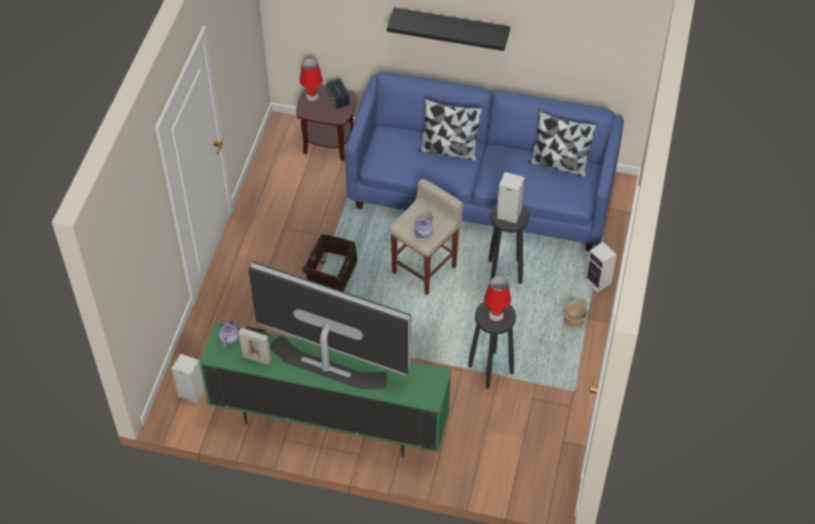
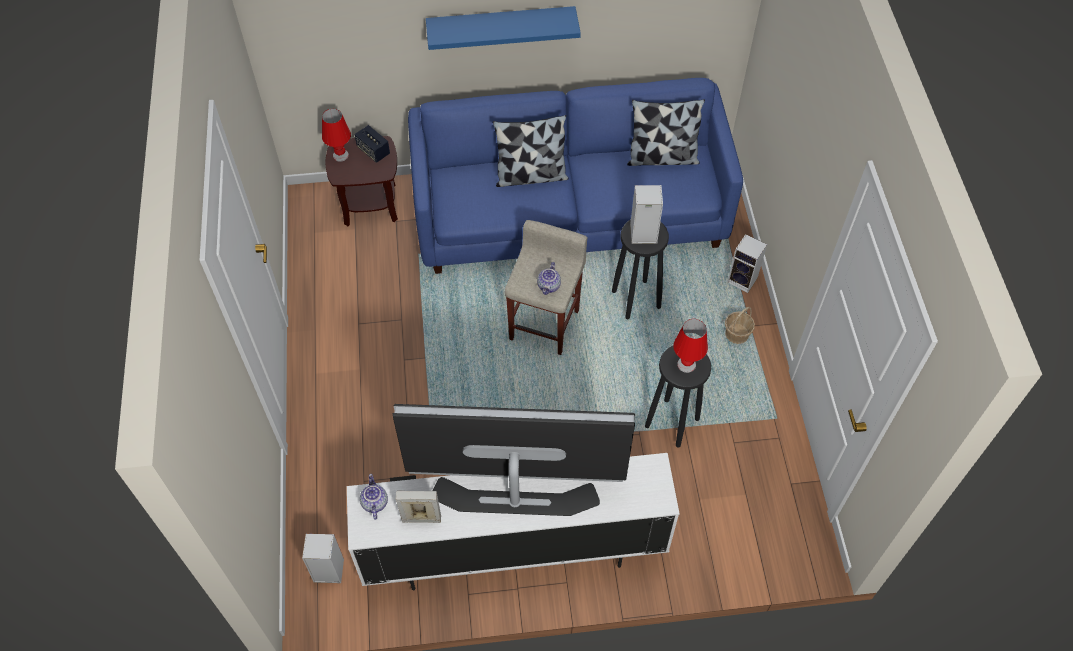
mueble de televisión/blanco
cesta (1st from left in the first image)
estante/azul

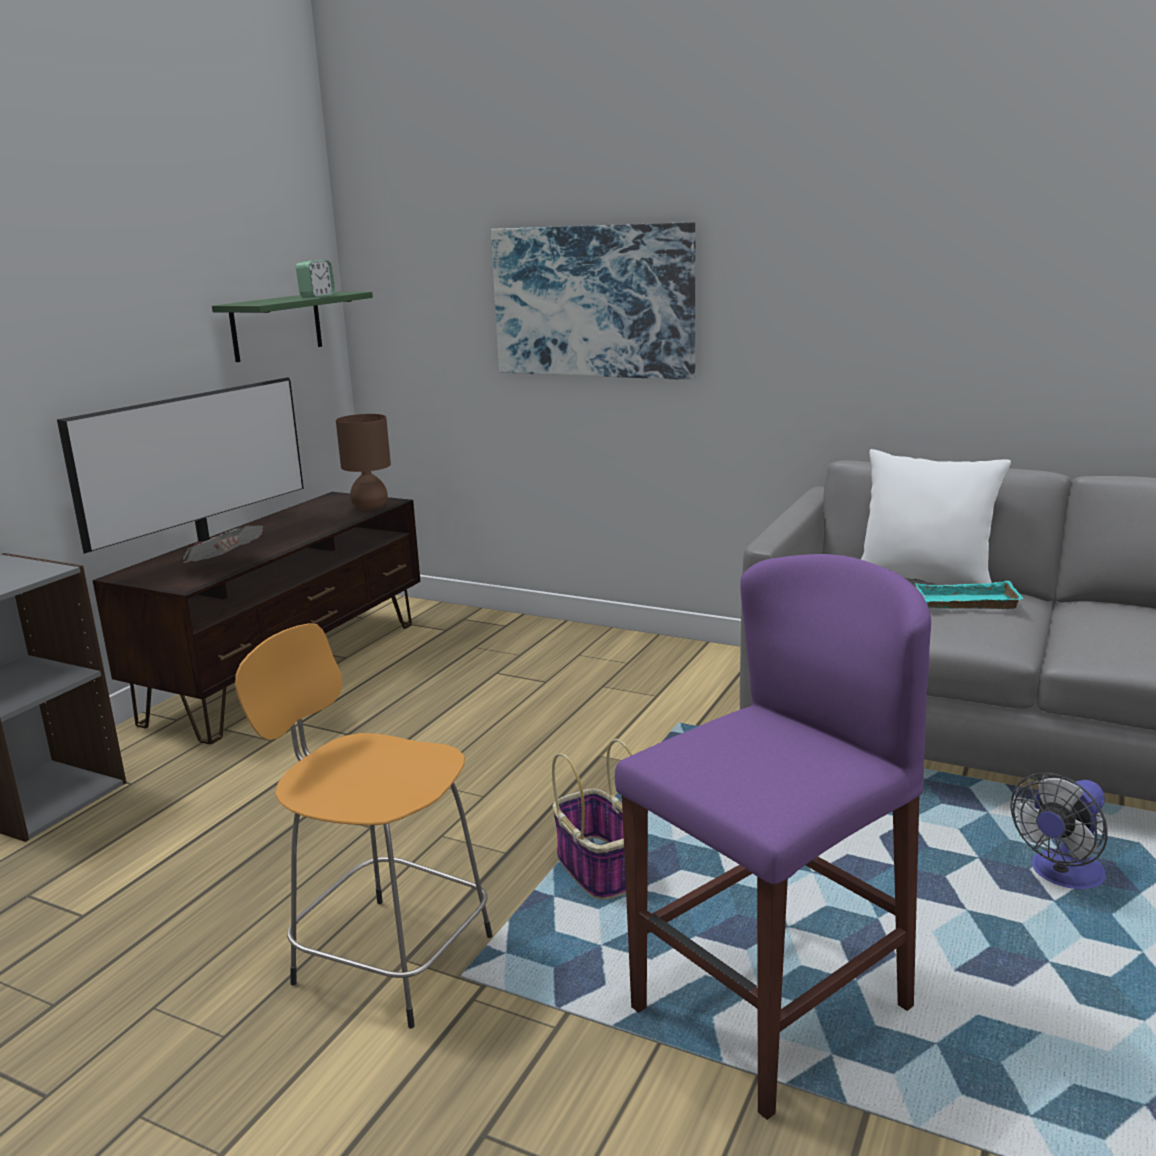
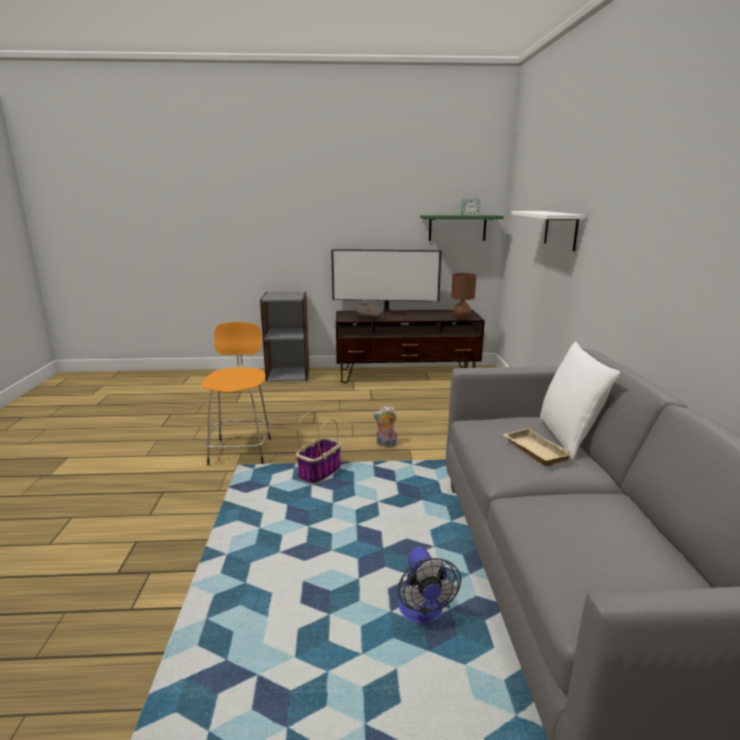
estante/blanco
taburete/morado
bandeja/beis
ventilador
peluche

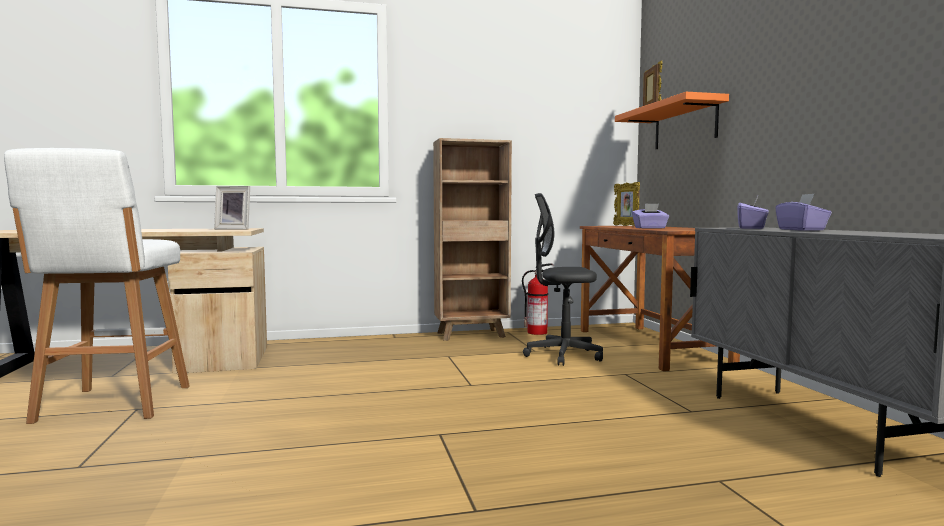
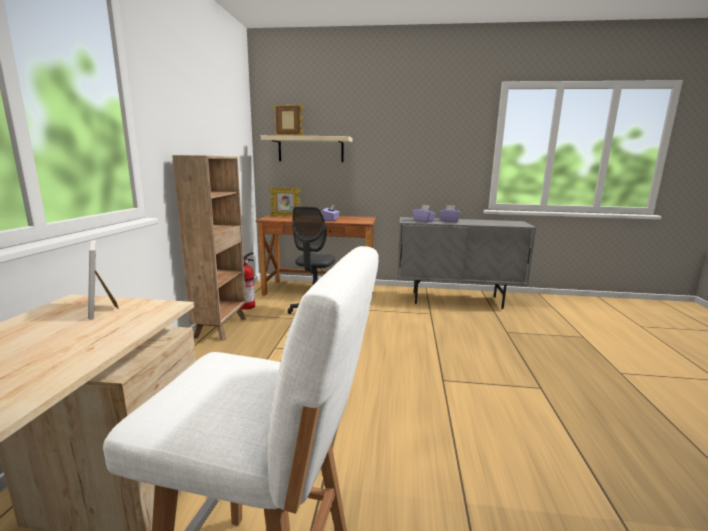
portarretratos (1st from left)
estante/beis

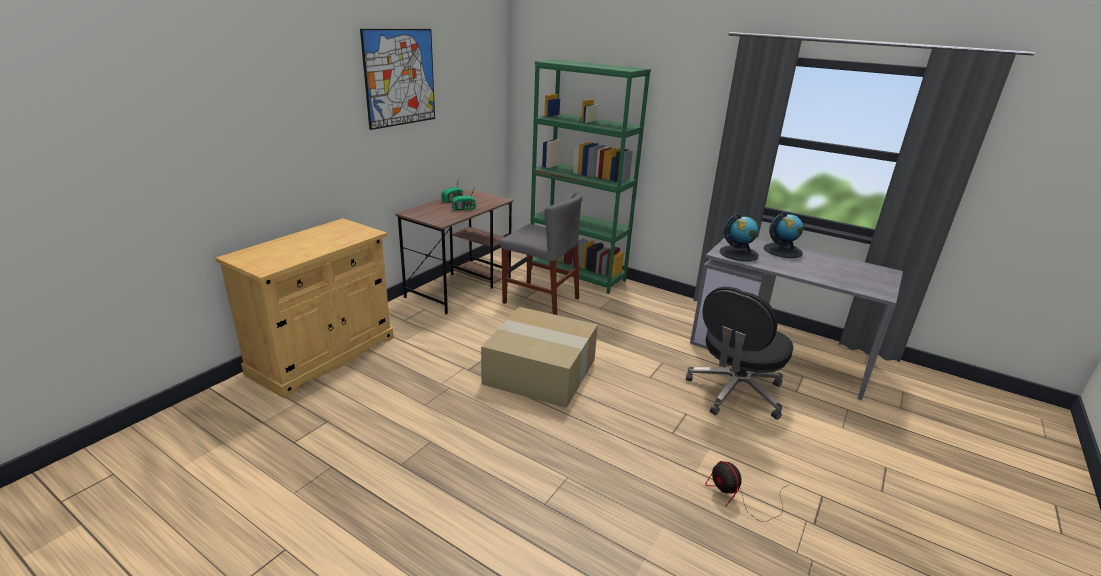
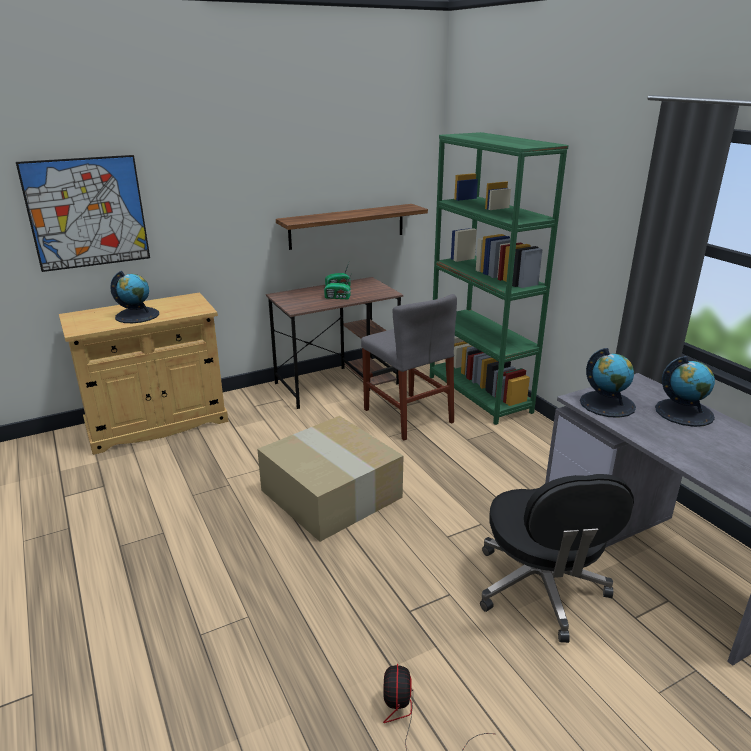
cuadro
silla de oficina/negro
globo terráqueo (1st from left)
estante

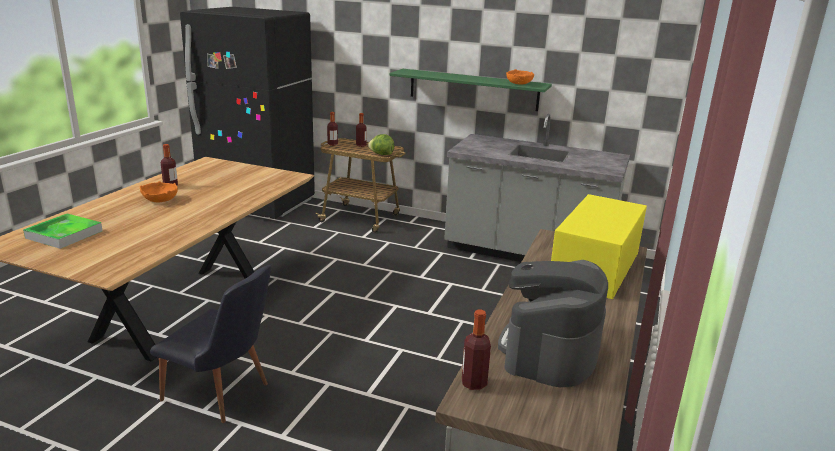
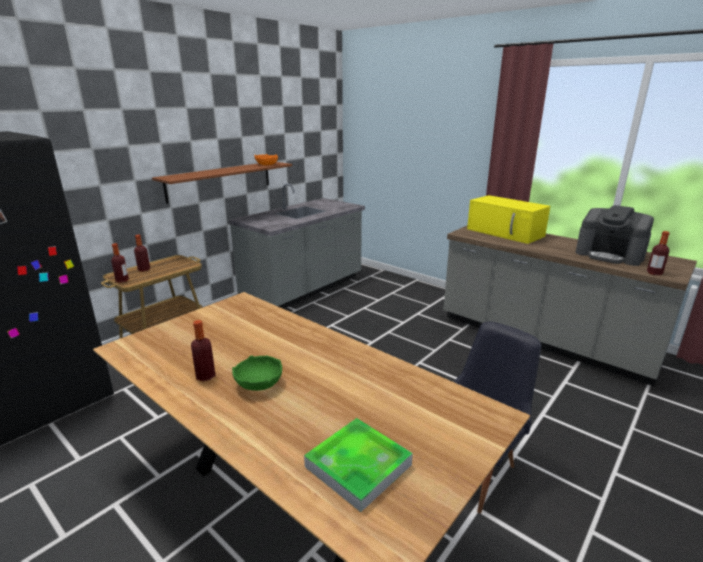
cuenco/verde
lechuga
estante/marrón

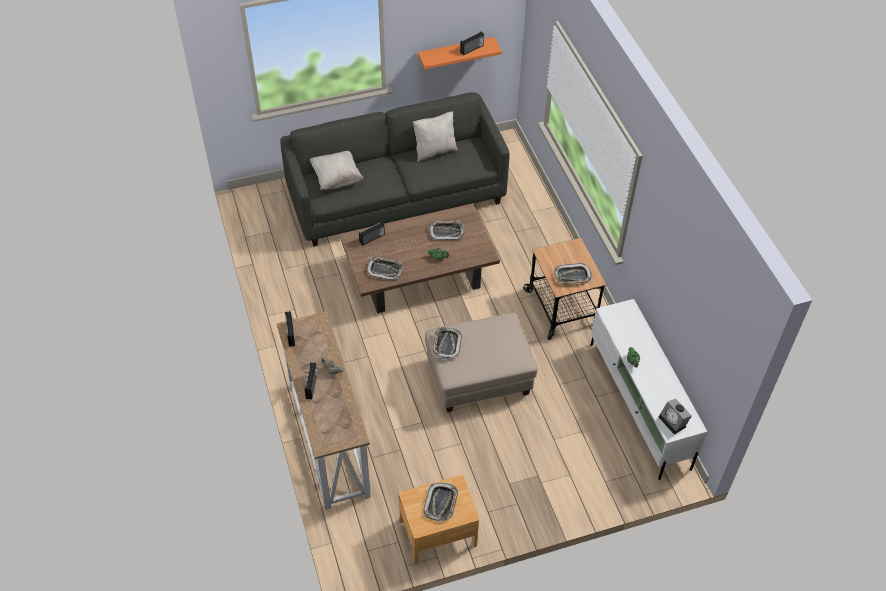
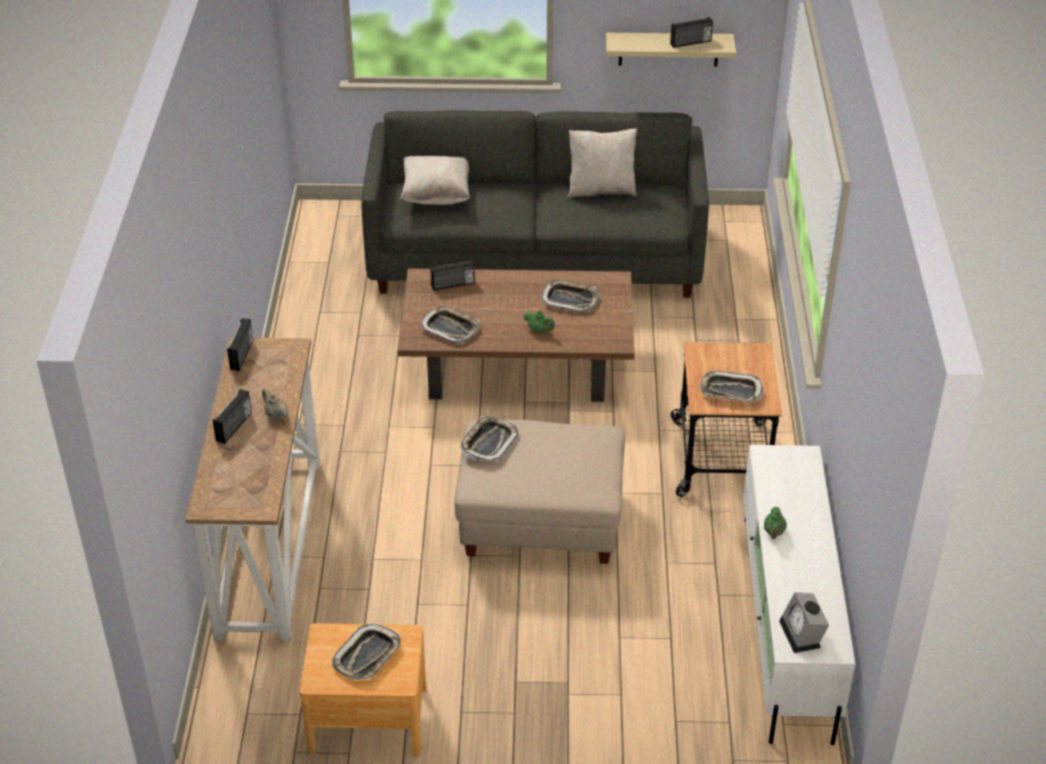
estante/beis

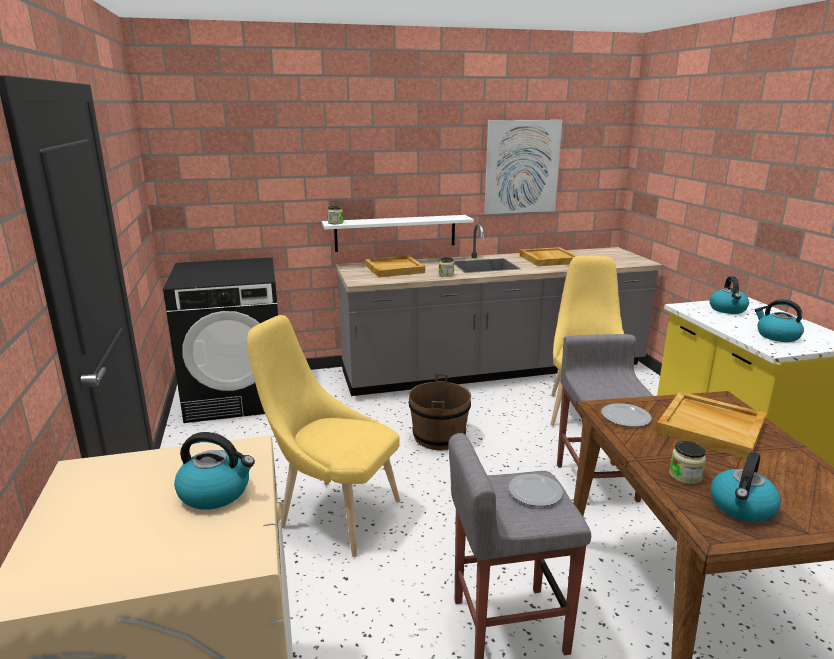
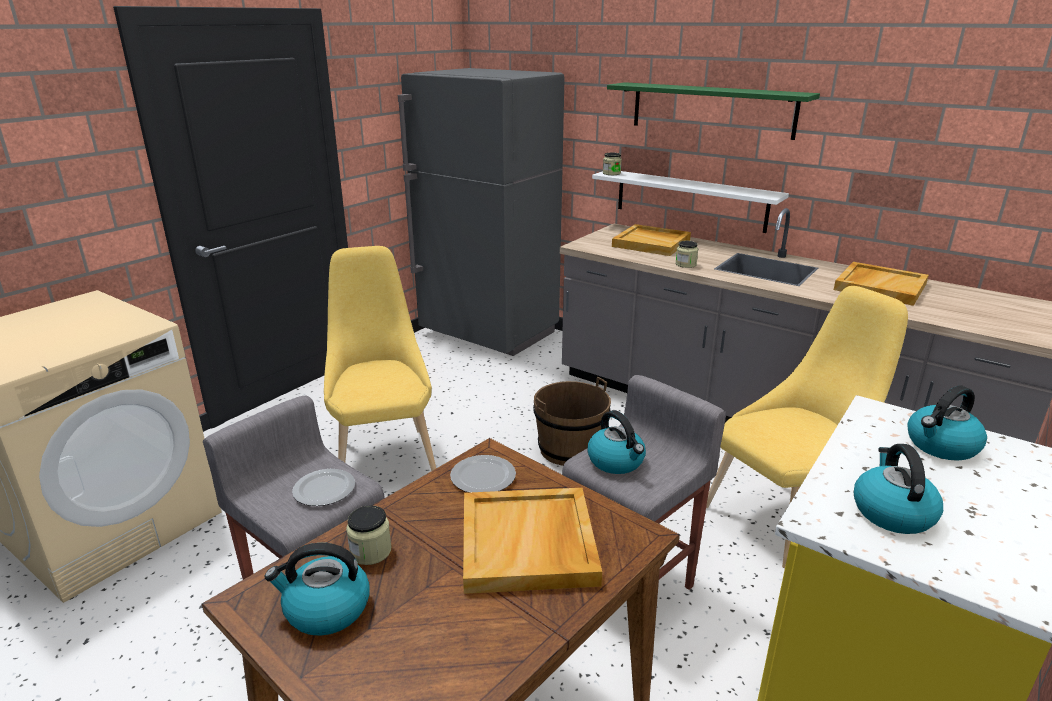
nevera/gris
hervidor (2nd from left)
cuadro
estante/verde

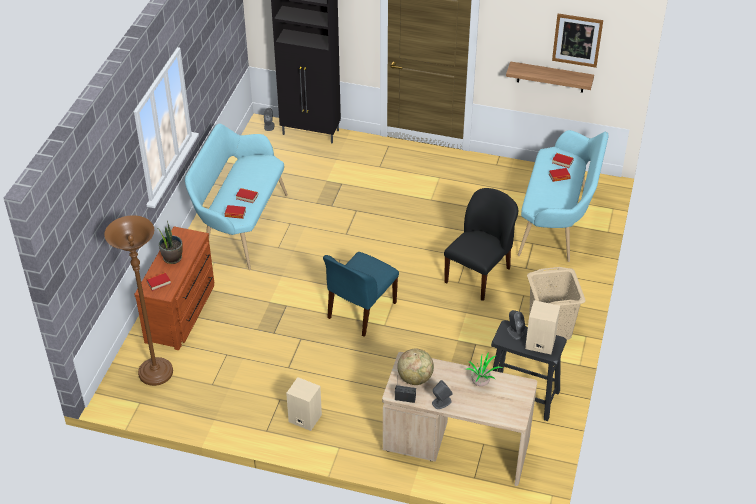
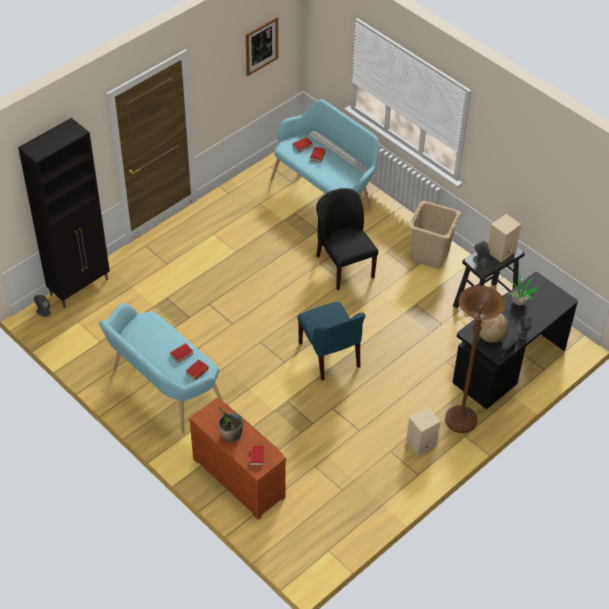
lámpara de pie/marrón
escritorio/negro
estante

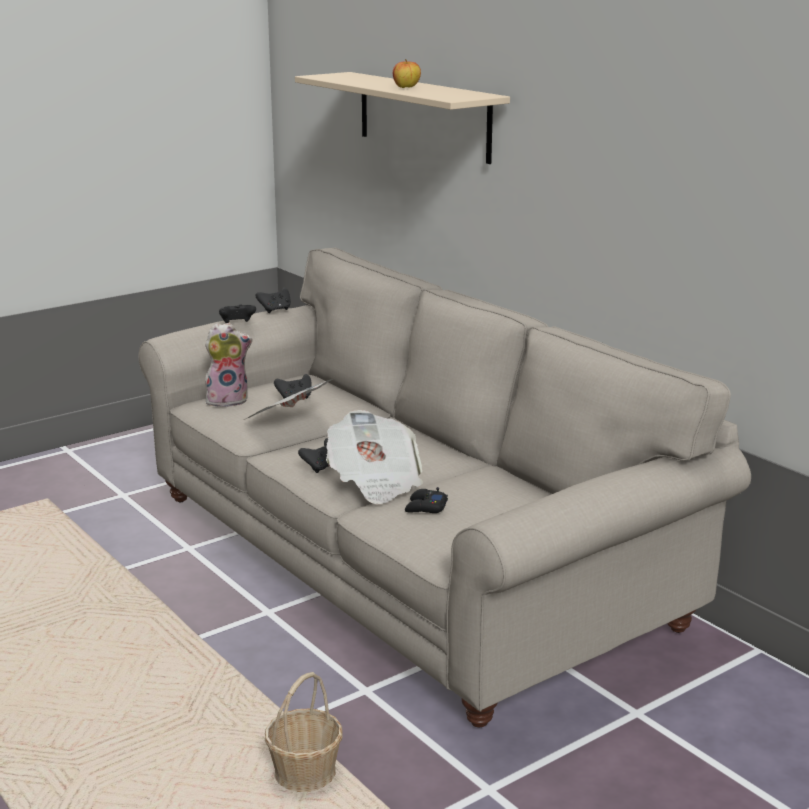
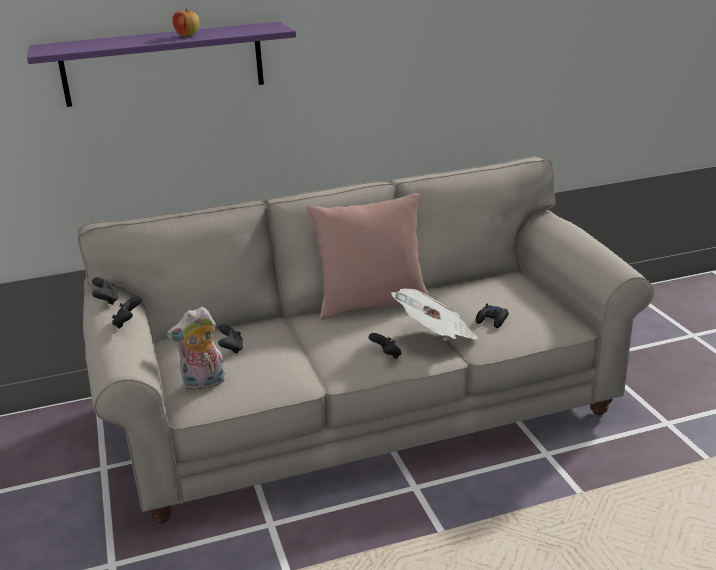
peluche
periódico (1st from left in the first image)
cesta
estante/morado
cojín/rosa

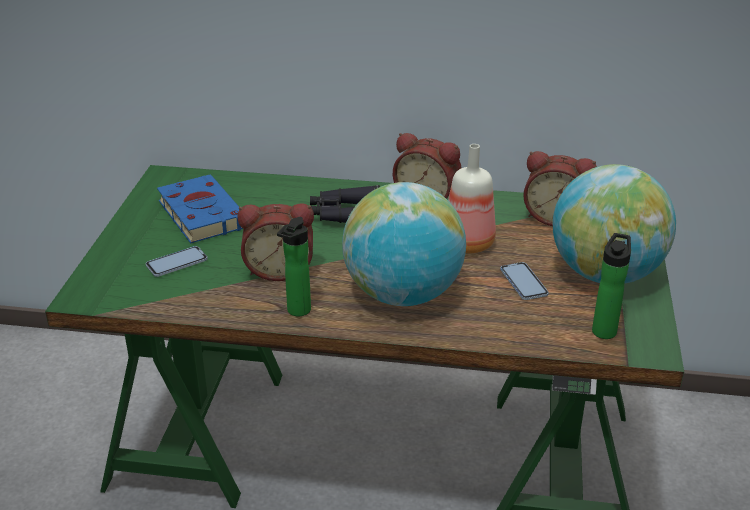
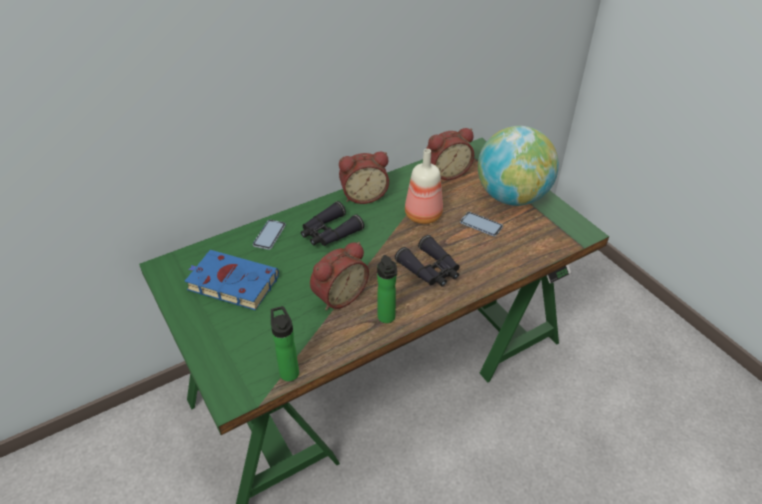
móvil (1st from left)
prismáticos/negro (2nd from left)
botella (1st from left)

